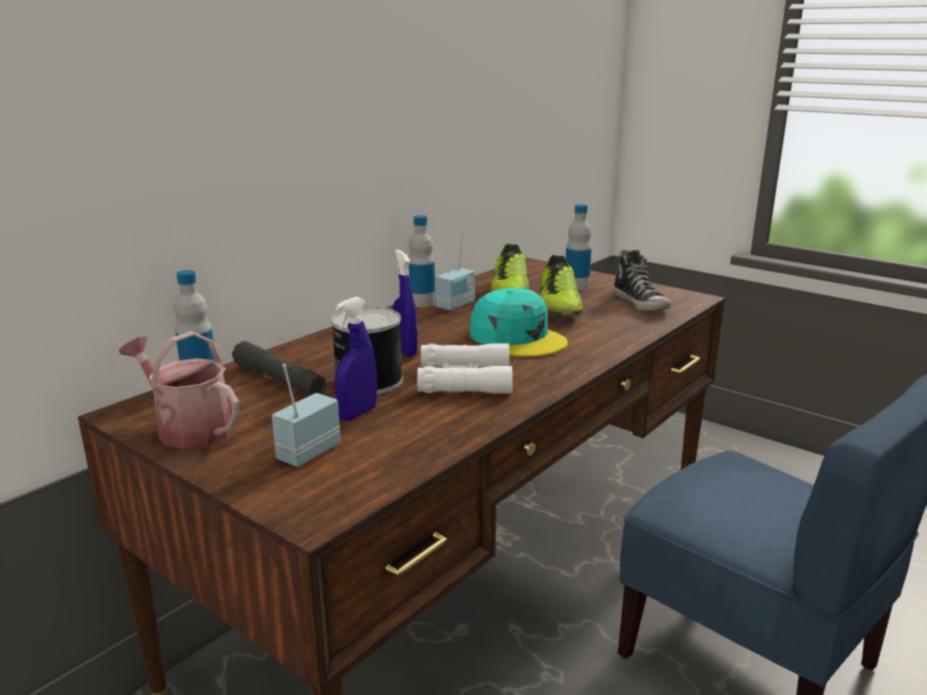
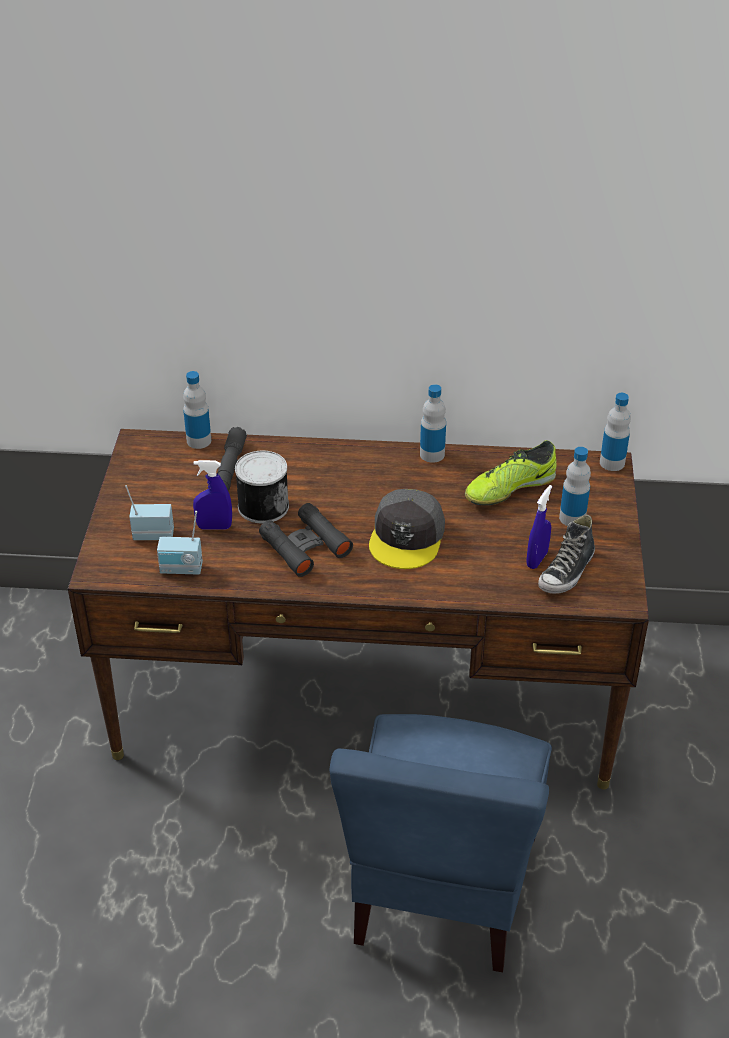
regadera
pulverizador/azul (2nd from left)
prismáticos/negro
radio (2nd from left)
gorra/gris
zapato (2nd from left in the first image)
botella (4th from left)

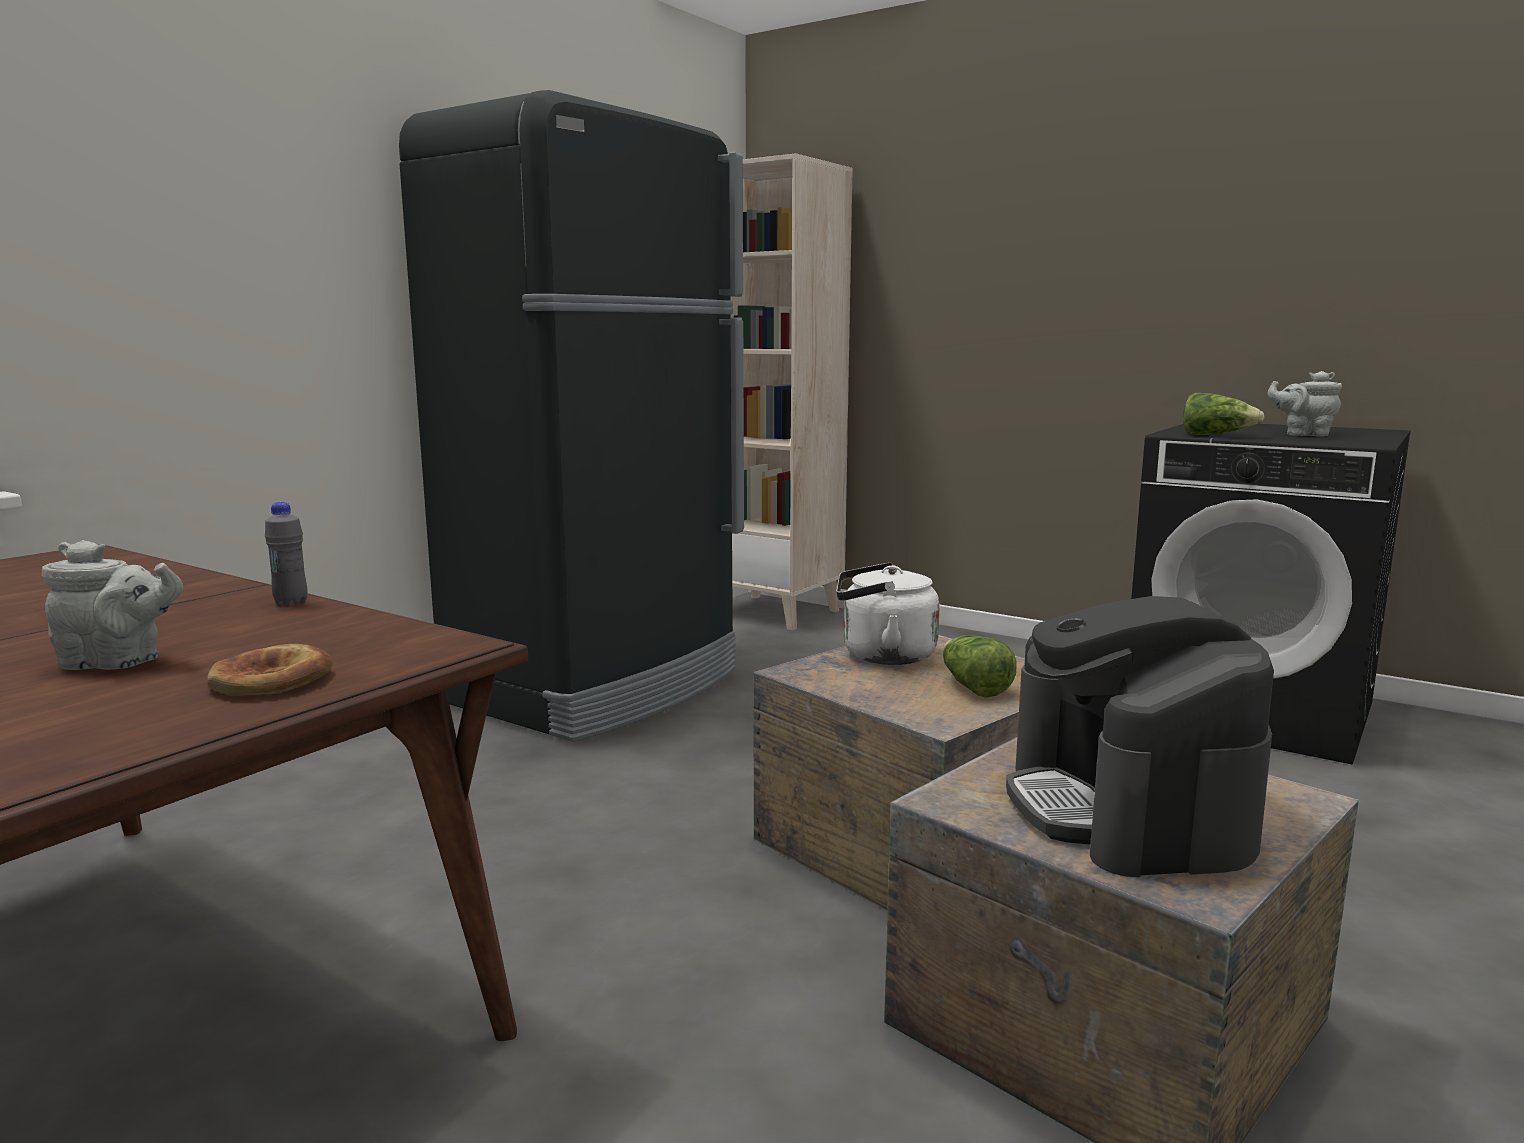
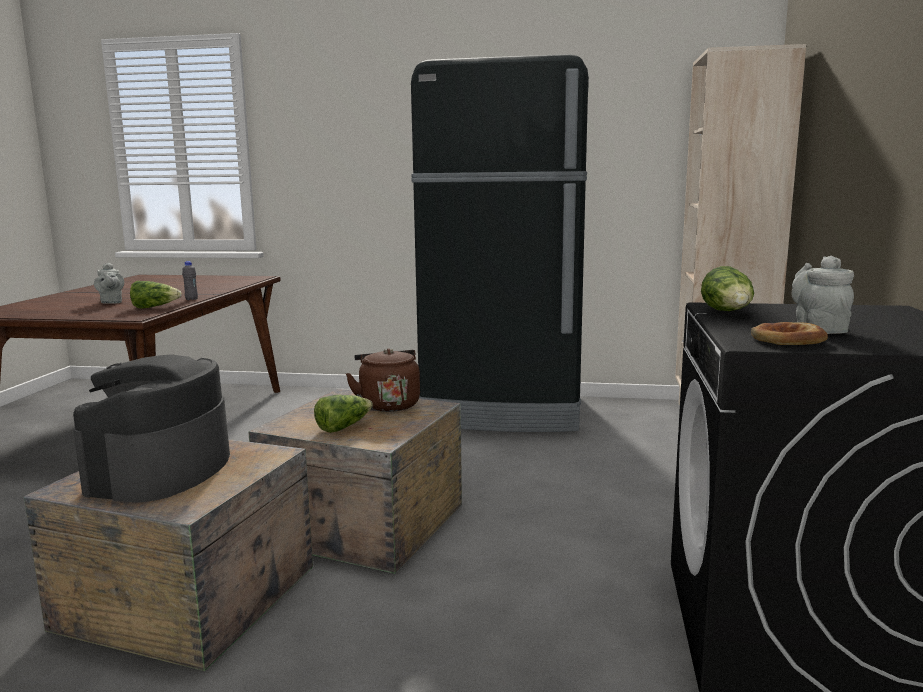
pan
hervidor/marrón
cafetera
lechuga (1st from left)

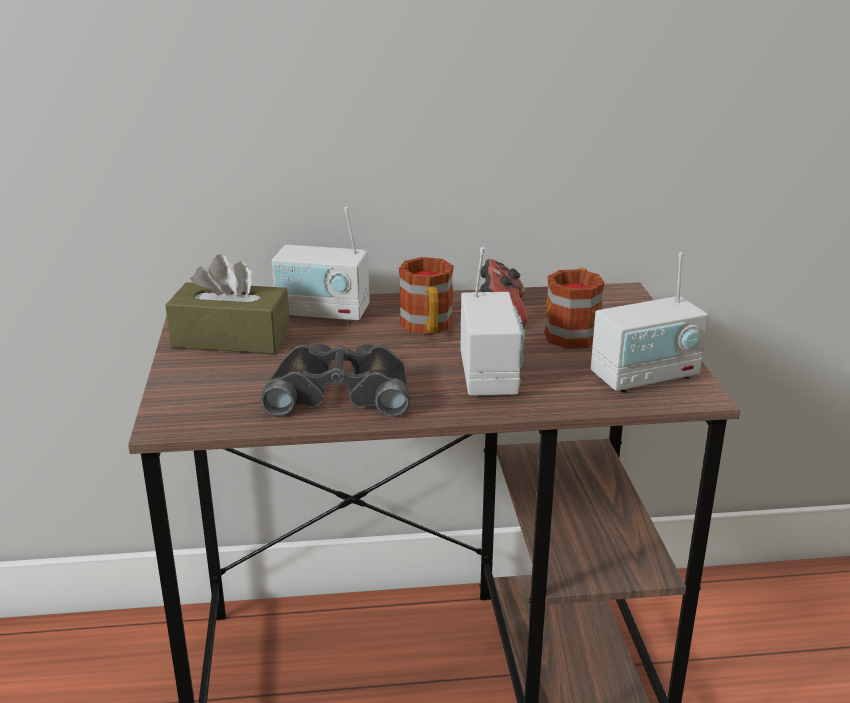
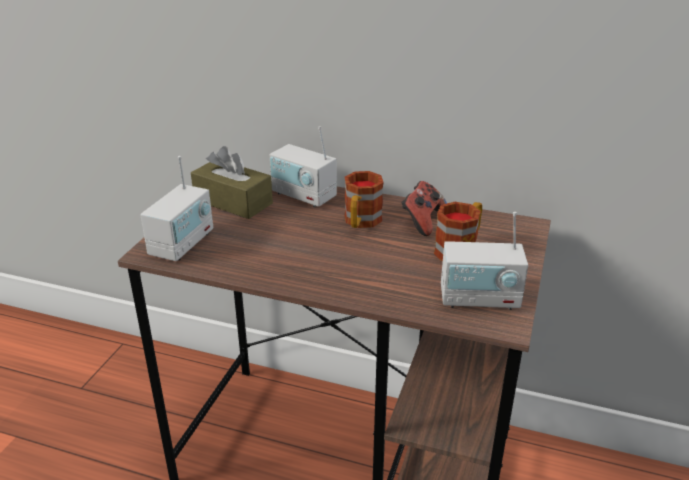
prismáticos/negro
radio (1st from left)

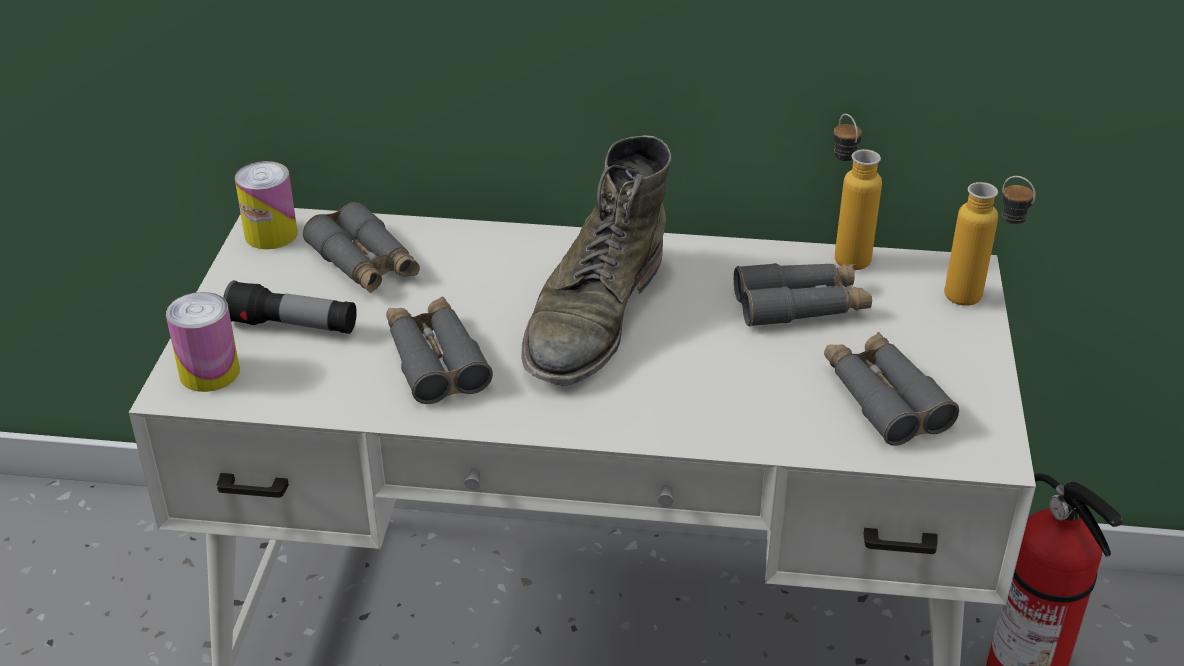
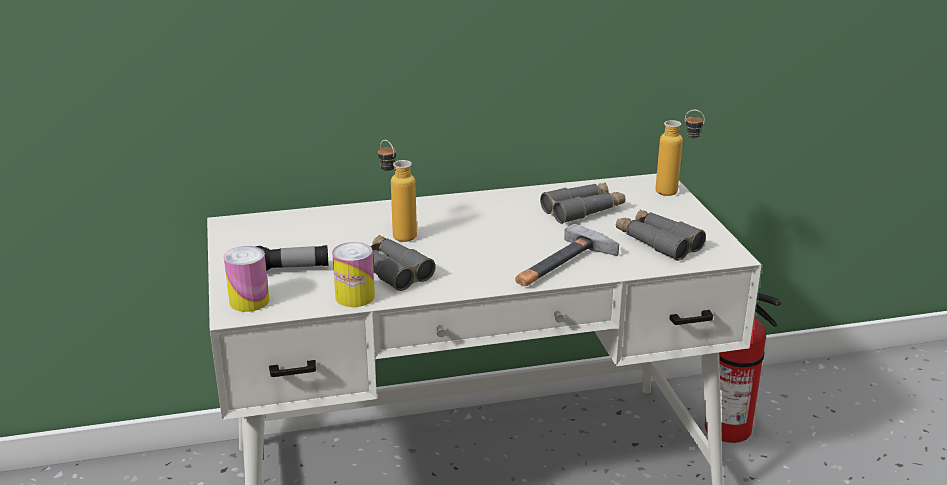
lata (2nd from left)
prismáticos/gris (1st from left in the first image)
bota/verde
botella (1st from left)
martillo

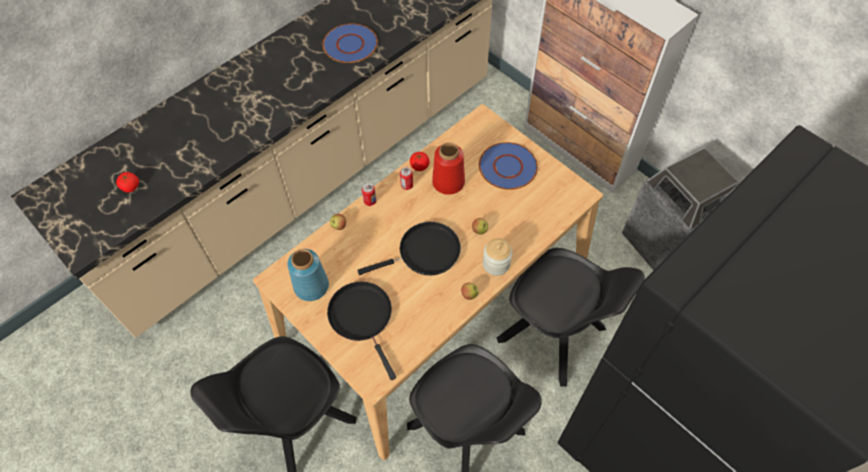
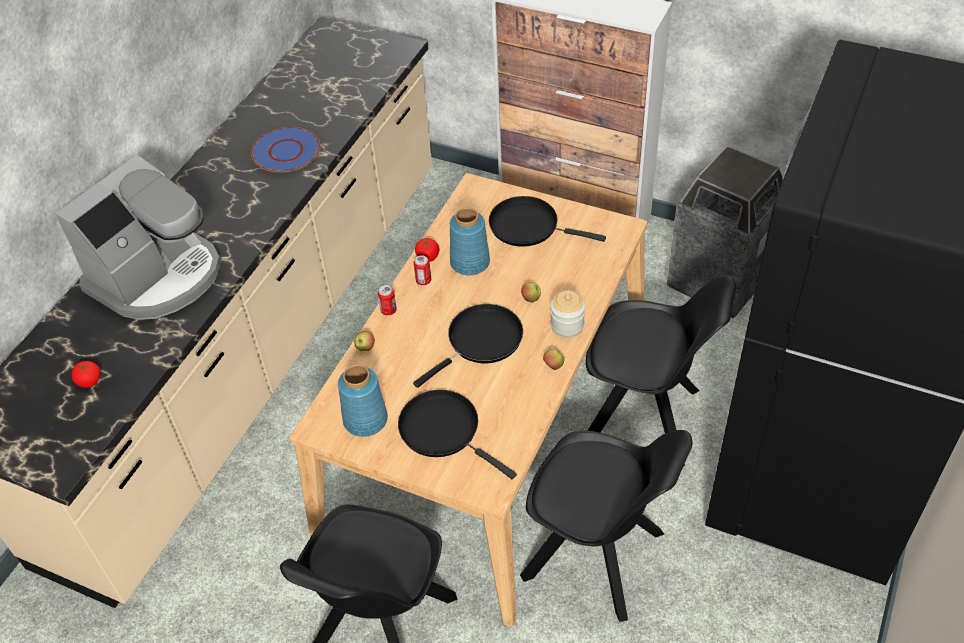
florero/azul (2nd from left)
sartén/negro (3rd from left)
cafetera

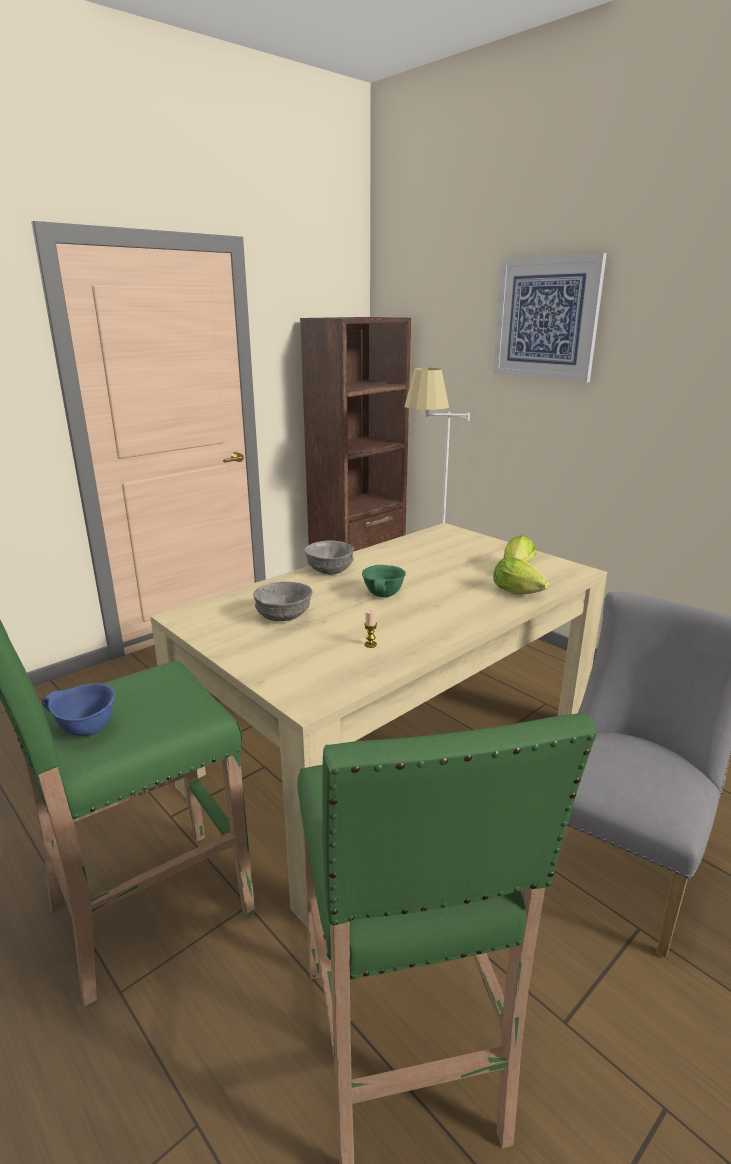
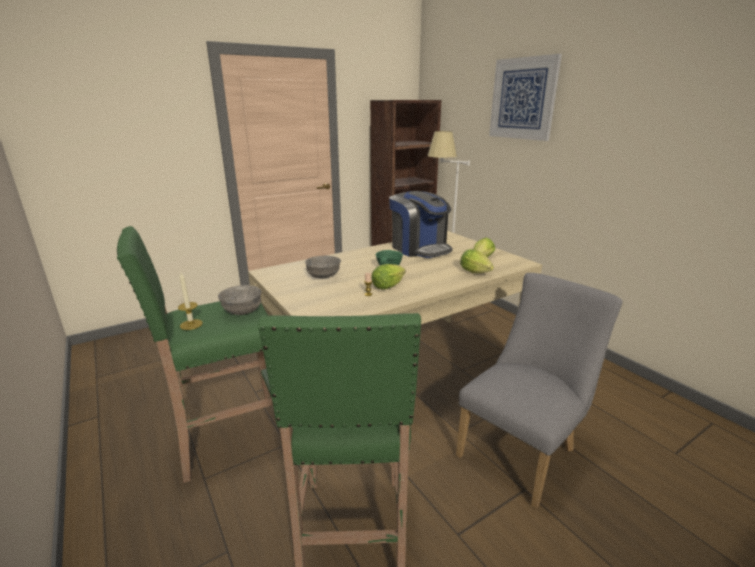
vela (1st from left)
cuenco/gris (1st from left)
lechuga (1st from left)
cafetera

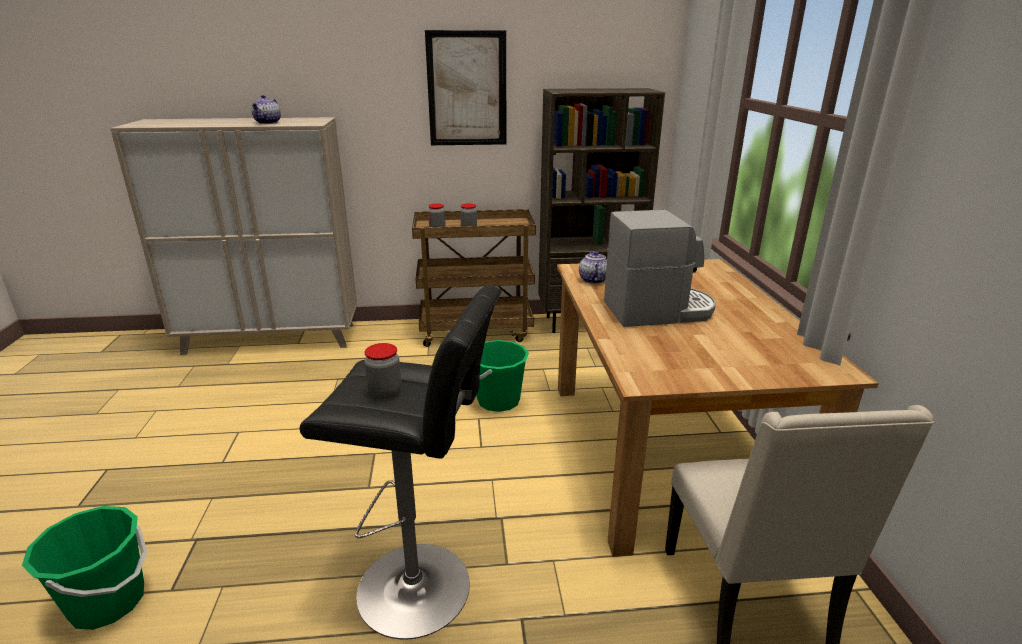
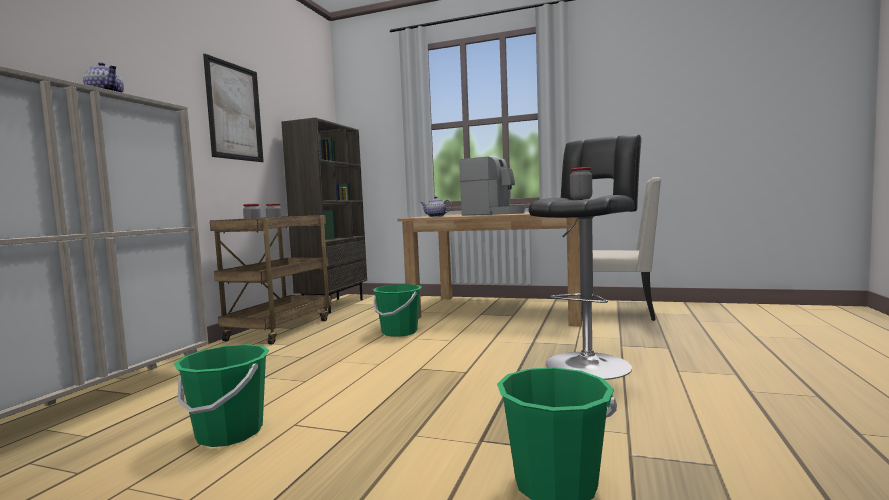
cafetera
cubo/verde (1st from left)

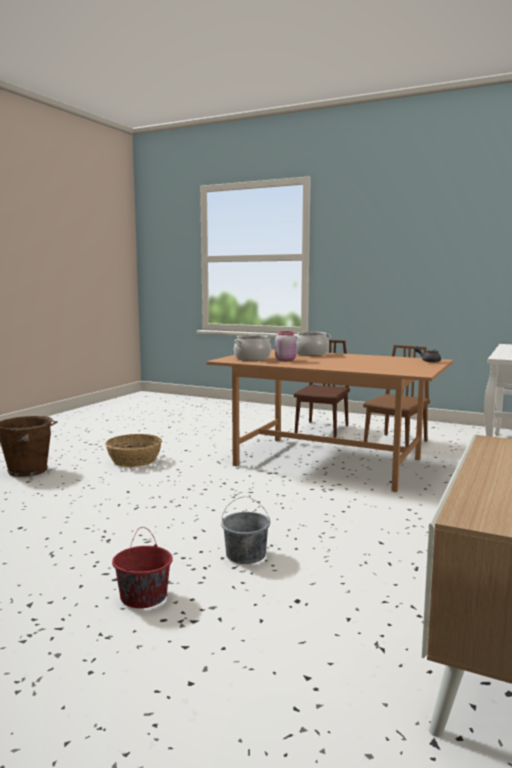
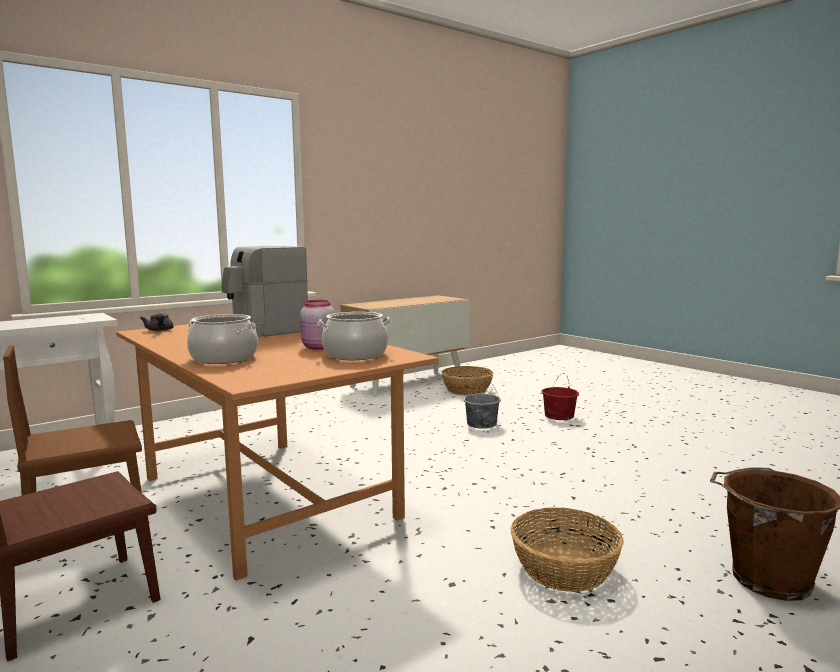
cafetera
cesta (1st from left)

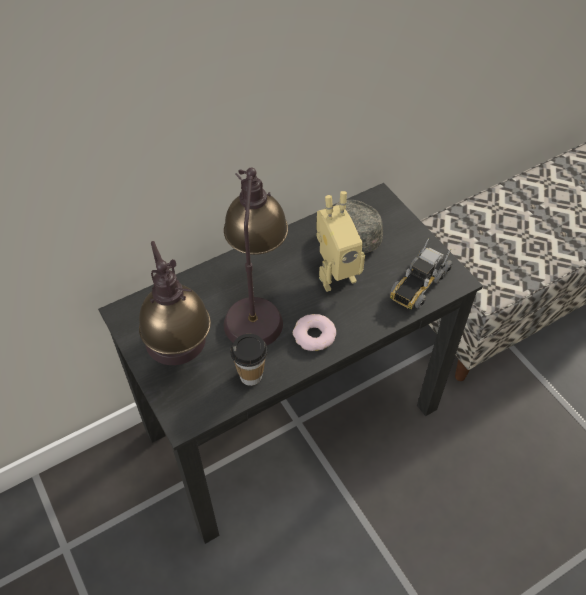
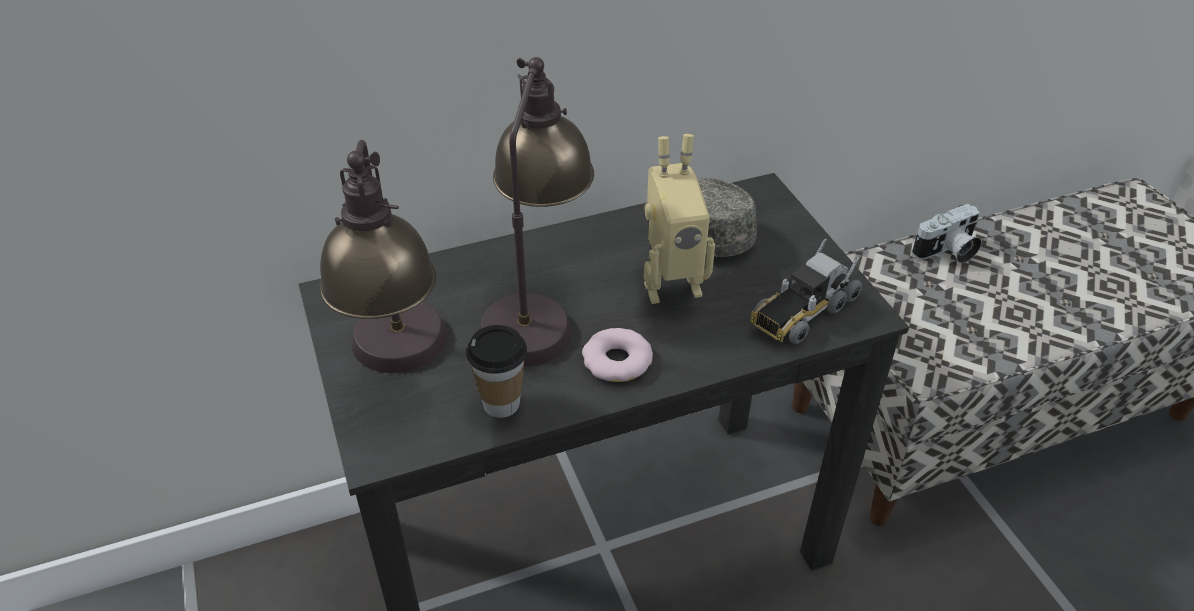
cámara

